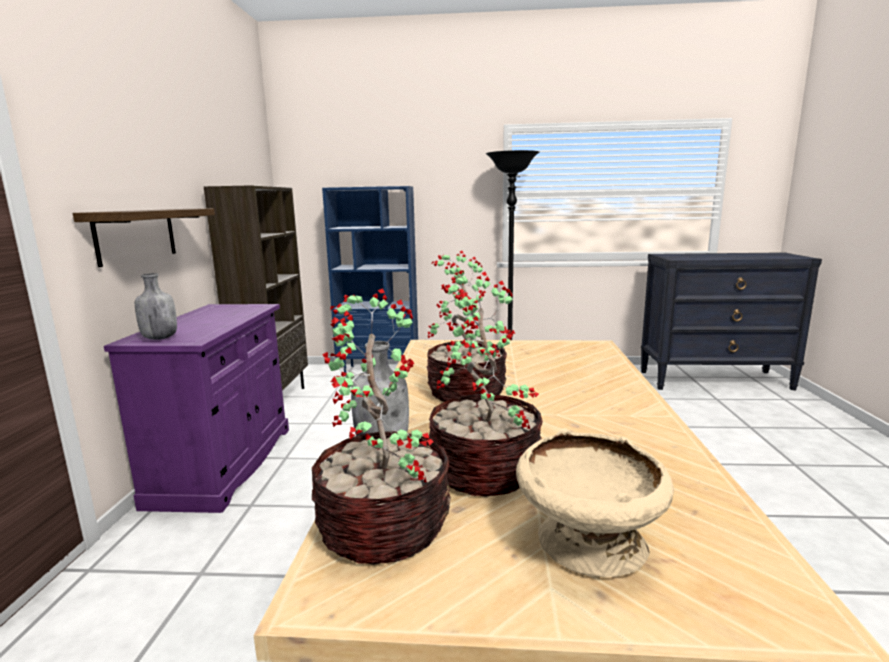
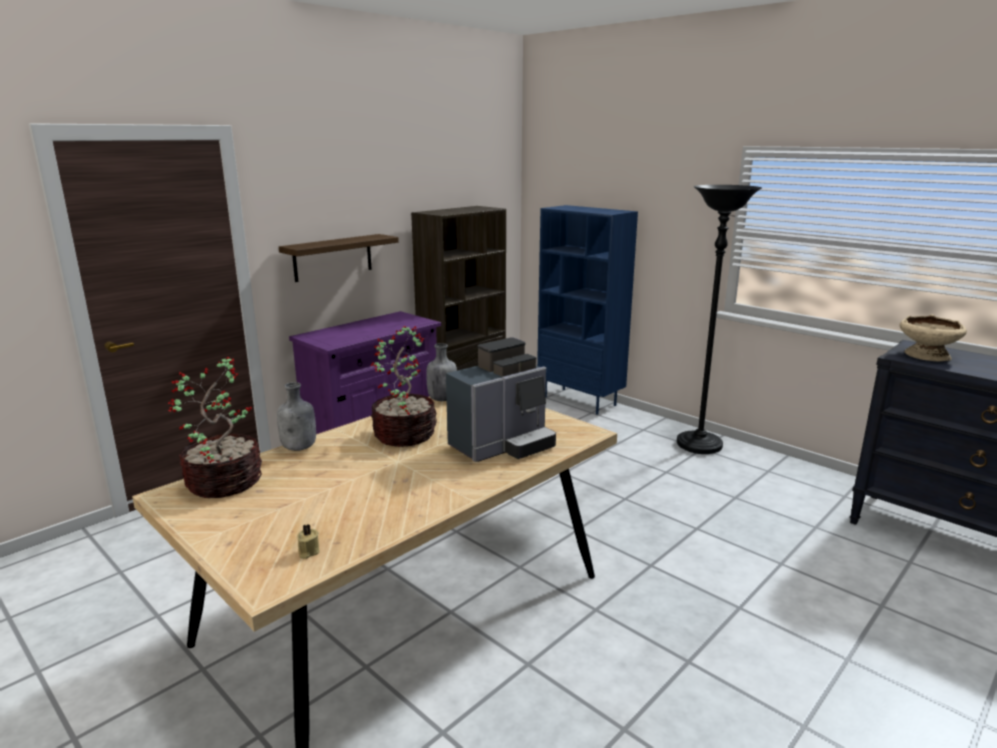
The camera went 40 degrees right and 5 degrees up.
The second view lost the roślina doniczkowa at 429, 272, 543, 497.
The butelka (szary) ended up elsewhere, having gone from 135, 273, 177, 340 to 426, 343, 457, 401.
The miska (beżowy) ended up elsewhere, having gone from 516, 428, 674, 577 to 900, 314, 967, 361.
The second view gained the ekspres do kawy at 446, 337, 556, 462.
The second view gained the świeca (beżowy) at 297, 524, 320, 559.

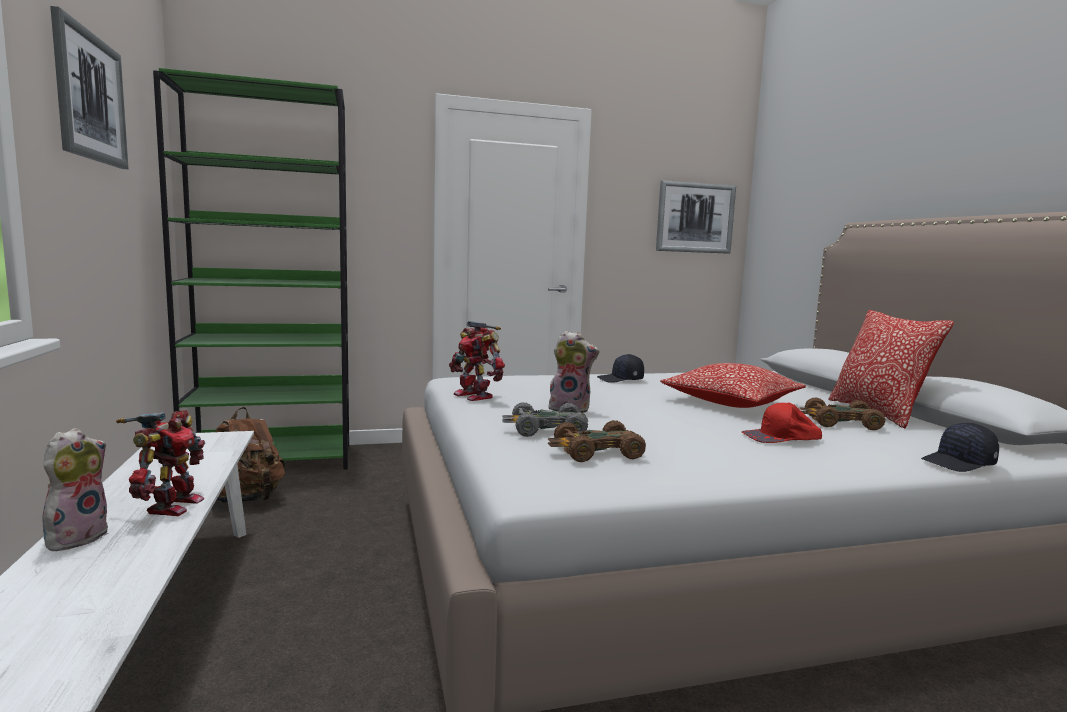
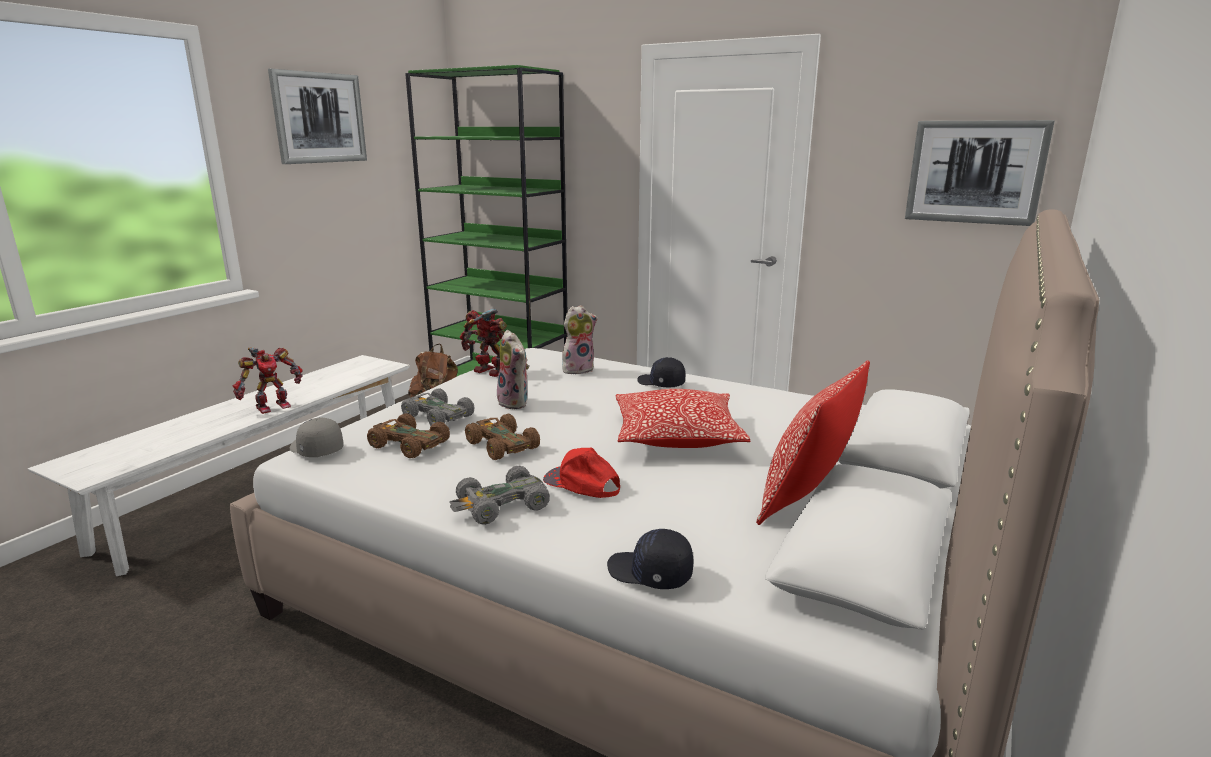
The camera went 45 degrees right and 10 degrees up.
The robot zabawkowy at 449, 321, 505, 401 ended up facing another way, 120 degrees clockwise from before.
The samochodzik (brązowy) ended up elsewhere, having gone from 799, 397, 885, 430 to 465, 414, 540, 460.
The pluszak ended up elsewhere, having gone from 42, 428, 108, 551 to 562, 305, 598, 374.
The second view gained the czapka z daszkiem (szary) at 290, 418, 343, 457.
The second view gained the samochodzik (szary) at 450, 465, 550, 525.

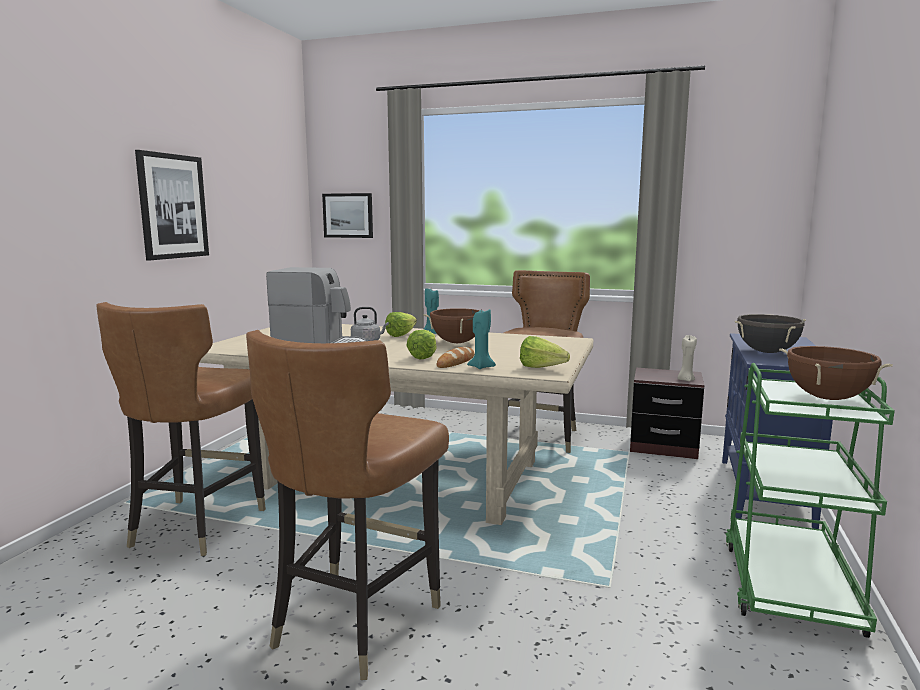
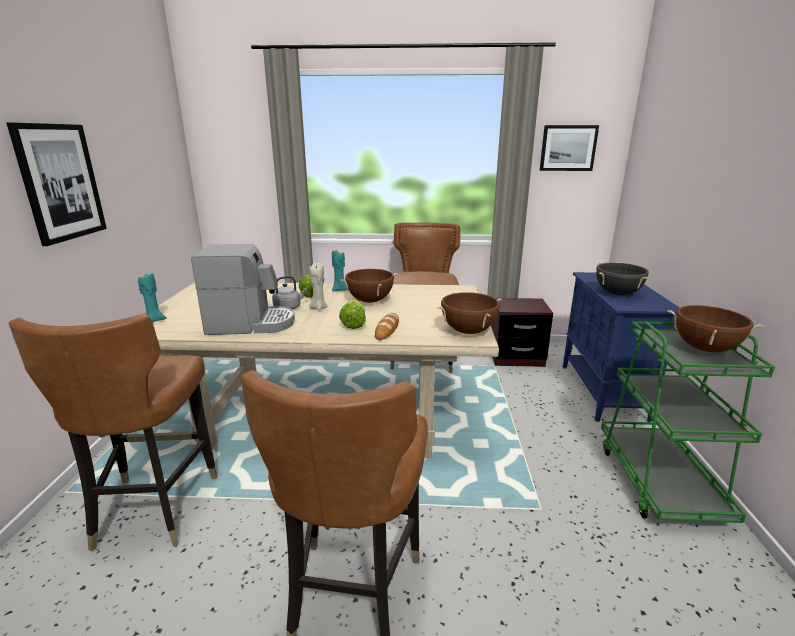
The camera went 15 degrees left and 10 degrees up.
The obraz ended up elsewhere, having gone from 322, 193, 373, 238 to 540, 125, 599, 171.
The świeca (turkusowy) ended up elsewhere, having gone from 467, 309, 496, 369 to 138, 272, 166, 323.
The świeca (beżowy) ended up elsewhere, having gone from 677, 335, 697, 381 to 309, 262, 327, 310.
Where the sałata stood at 520, 336, 570, 368, the garnek (brązowy) came to stand at 437, 292, 502, 334.

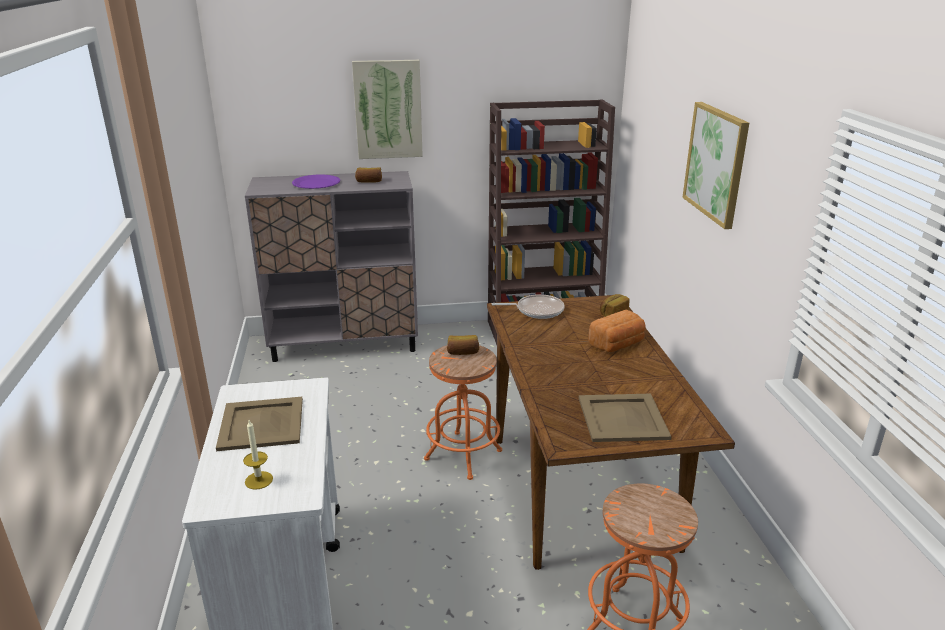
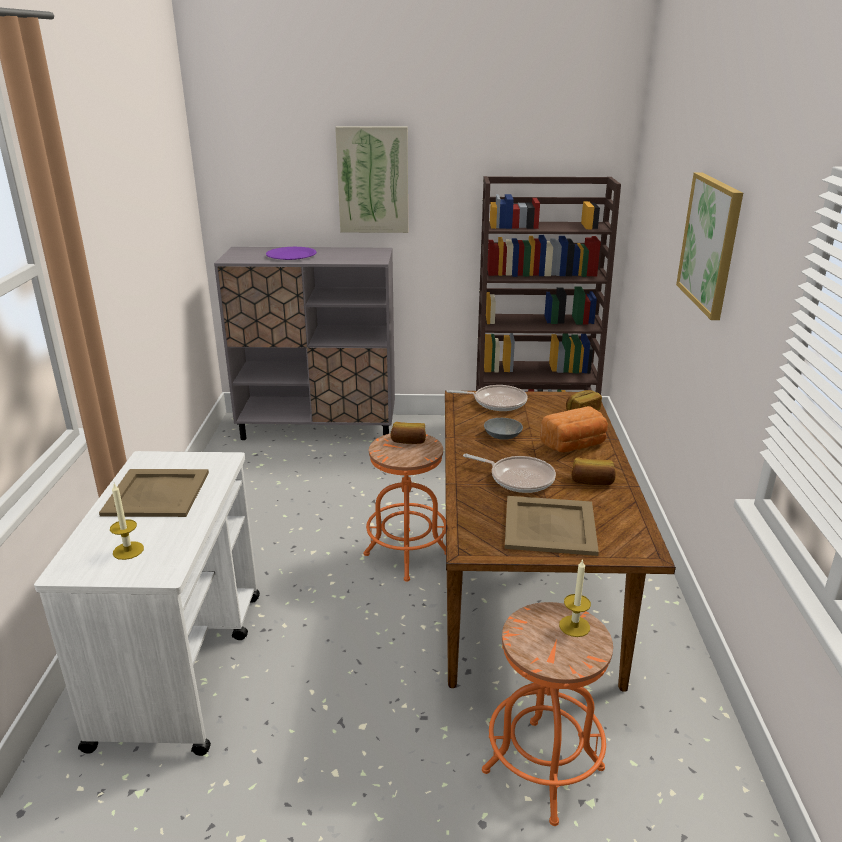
The camera went 10 degrees right and 0 degrees up.
The chleb ended up elsewhere, having gone from 355, 168, 382, 183 to 571, 457, 616, 485.
The second view gained the miska (szary) at 484, 418, 523, 440.
The second view gained the patelnia at 463, 454, 556, 493.
The second view gained the świeca at 559, 559, 591, 637.

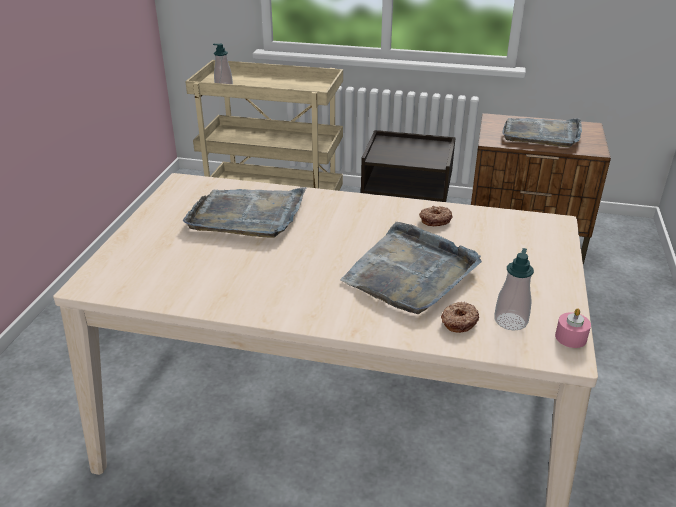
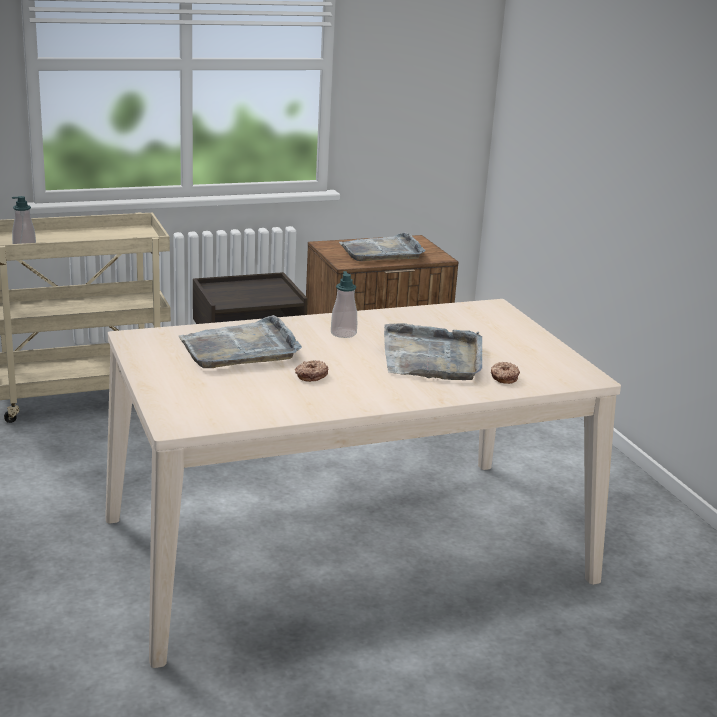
The camera went 35 degrees left and 10 degrees down.
The donut ended up elsewhere, having gone from 419, 206, 452, 226 to 295, 360, 329, 382.
The dozownik mydła ended up elsewhere, having gone from 494, 248, 534, 331 to 331, 271, 357, 338.
The second view lost the świeca (różowy) at 555, 308, 591, 348.

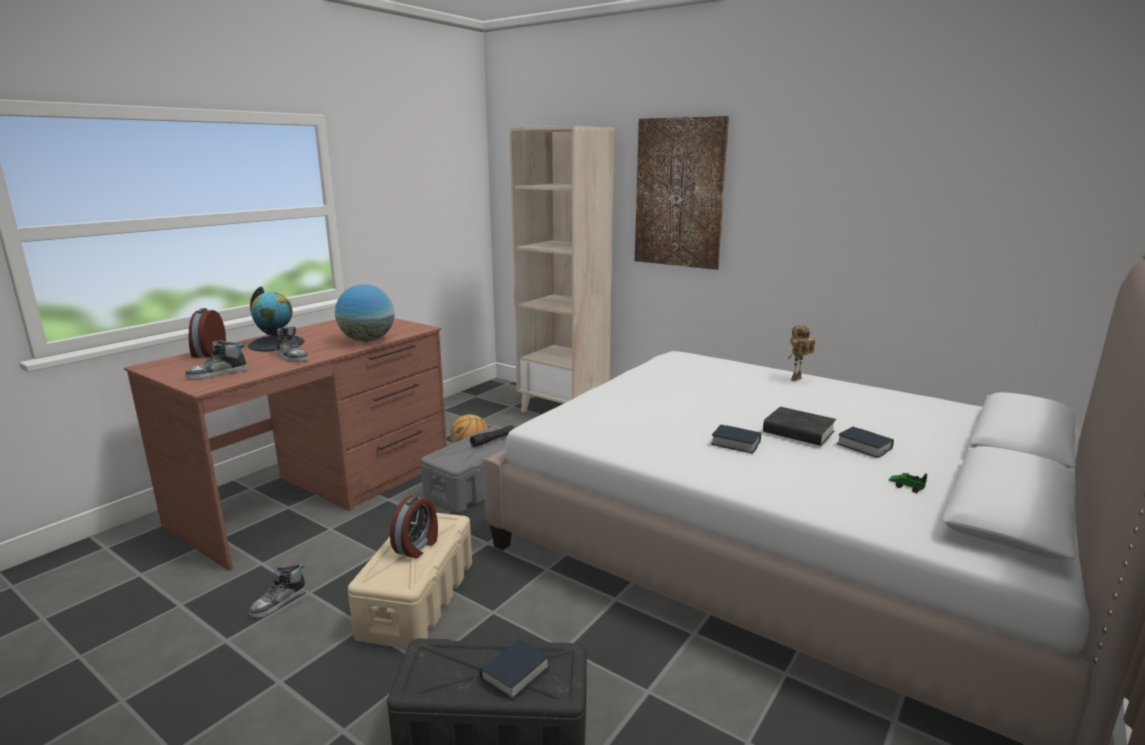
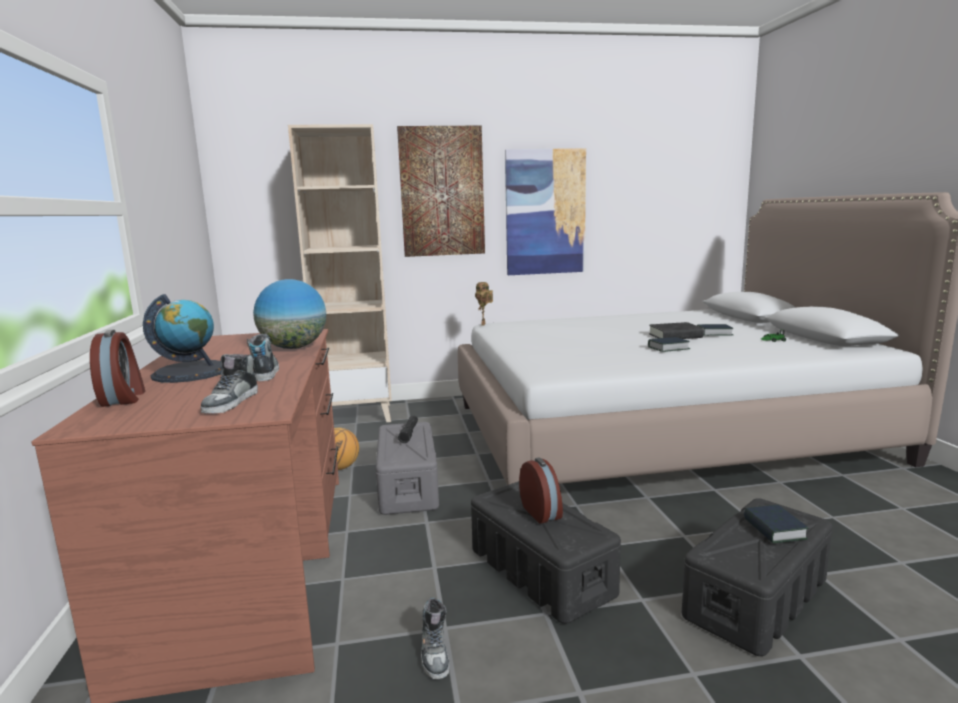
The camera went 45 degrees left and 5 degrees down.
The budzik at 189, 308, 226, 358 ended up facing another way, 150 degrees counterclockwise from before.
The robot zabawkowy ended up elsewhere, having gone from 788, 325, 816, 381 to 475, 282, 493, 325.
The but at 277, 327, 308, 362 ended up facing another way, 105 degrees counterclockwise from before.
What was the pojemnik do przechowywania (beżowy) at 348, 513, 472, 649 turned into the pojemnik do przechowywania (czarny) at 471, 481, 621, 624.
The second view gained the obraz at 505, 148, 586, 275.

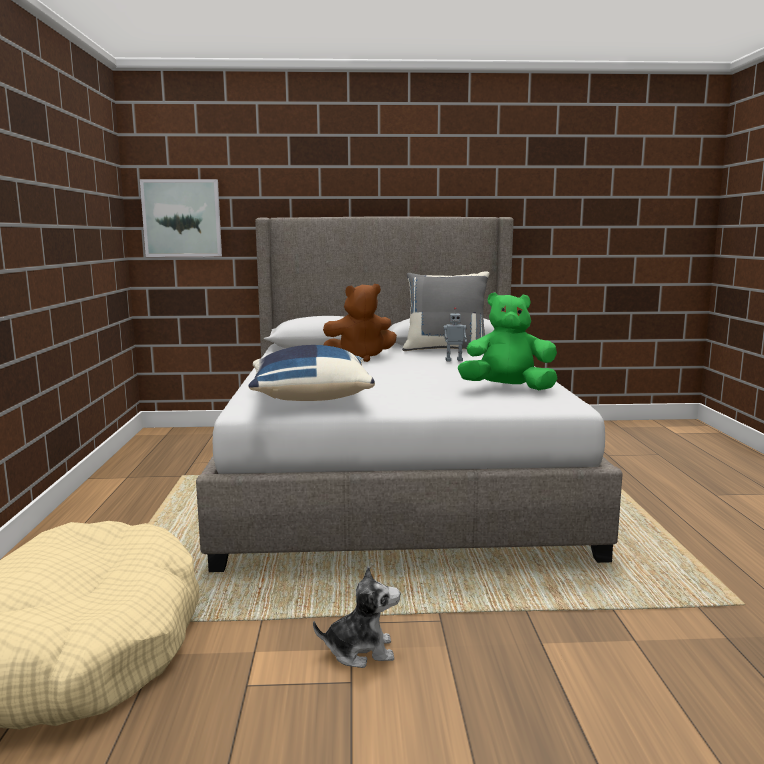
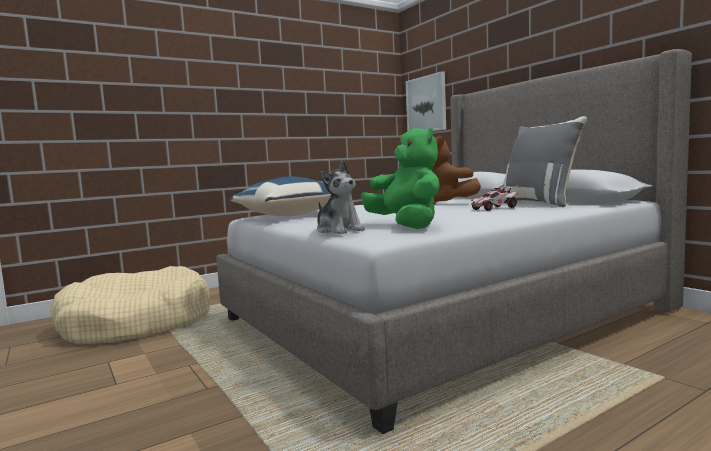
The camera went 60 degrees right and 5 degrees down.
Where the robot zabawkowy stood at 443, 308, 467, 361, the samochodzik came to stand at 471, 185, 518, 211.
The pluszak ended up elsewhere, having gone from 313, 566, 400, 668 to 317, 161, 365, 234.

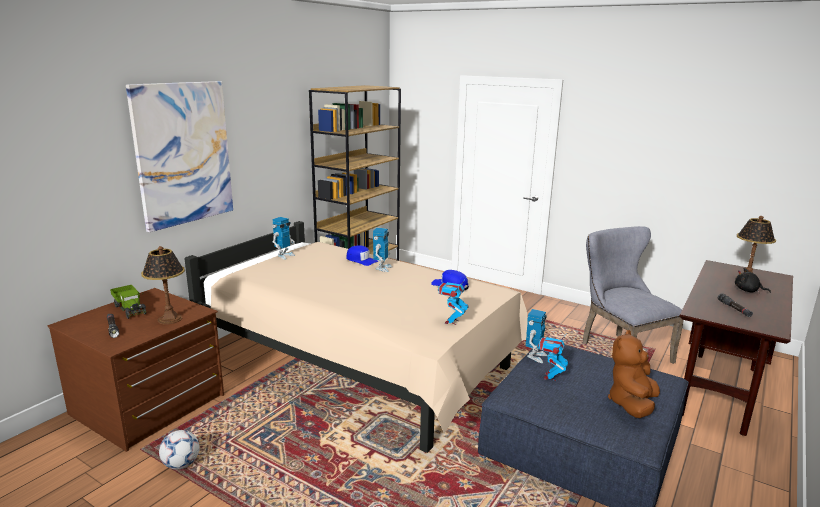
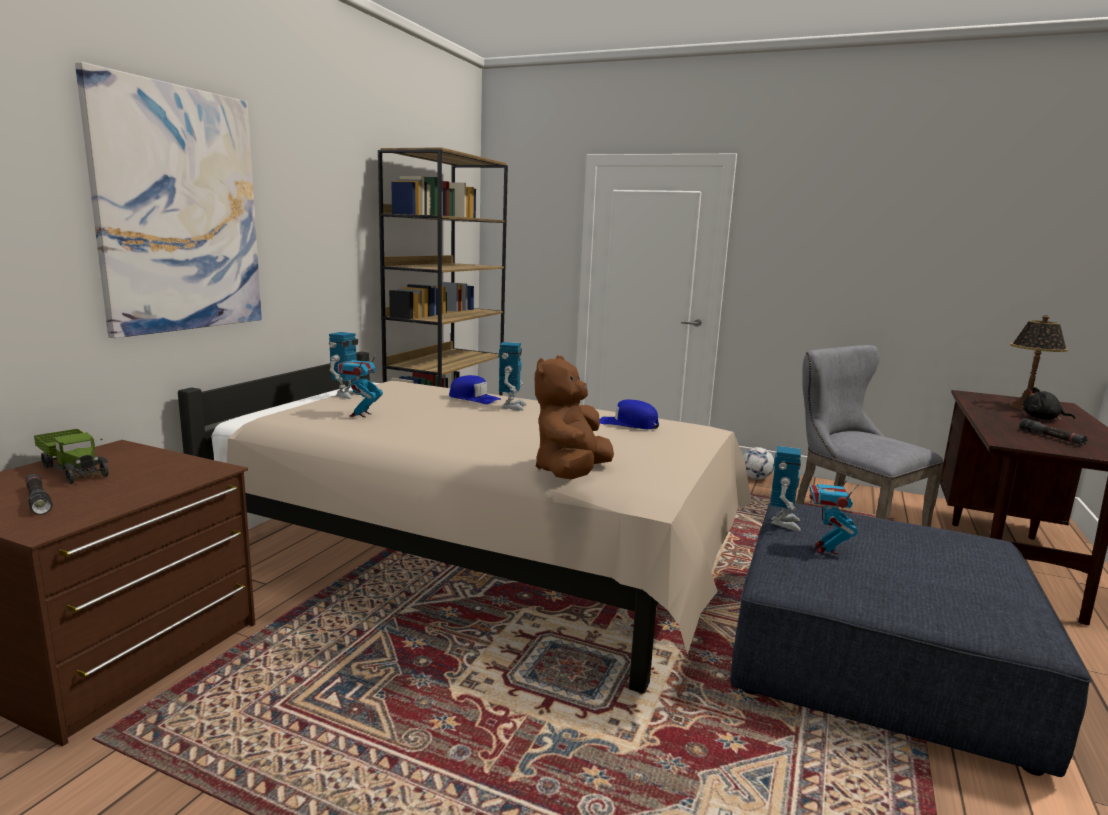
The camera went 10 degrees left and 5 degrees down.
The second view lost the lampa stołowa at 141, 246, 185, 325.
The robot zabawkowy ended up elsewhere, having gone from 438, 278, 468, 325 to 337, 351, 383, 417.
The pluszak (brązowy) ended up elsewhere, having gone from 608, 330, 660, 418 to 535, 355, 614, 480.
The piłka futbolowa ended up elsewhere, having gone from 159, 430, 199, 470 to 743, 447, 775, 480.

